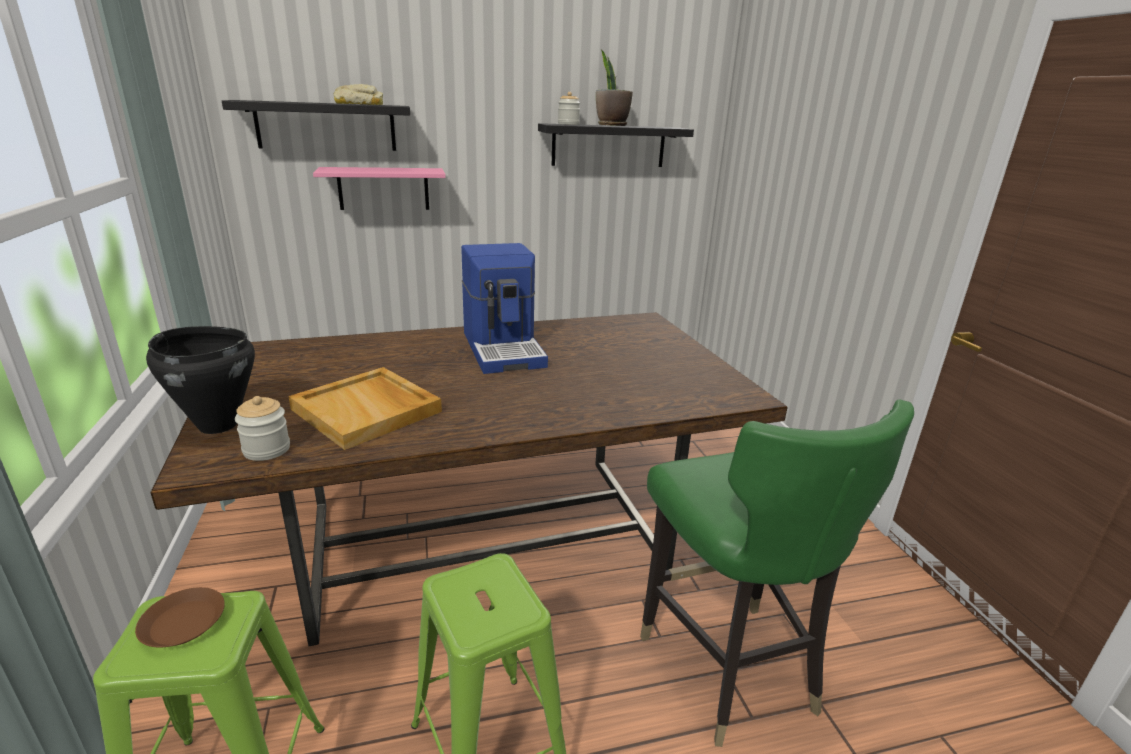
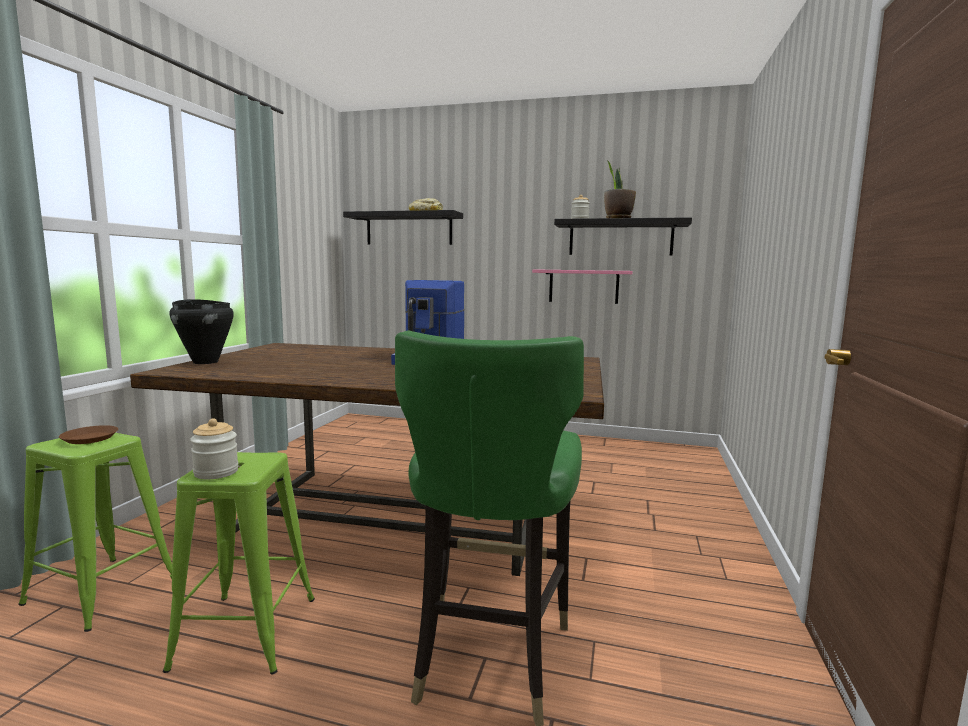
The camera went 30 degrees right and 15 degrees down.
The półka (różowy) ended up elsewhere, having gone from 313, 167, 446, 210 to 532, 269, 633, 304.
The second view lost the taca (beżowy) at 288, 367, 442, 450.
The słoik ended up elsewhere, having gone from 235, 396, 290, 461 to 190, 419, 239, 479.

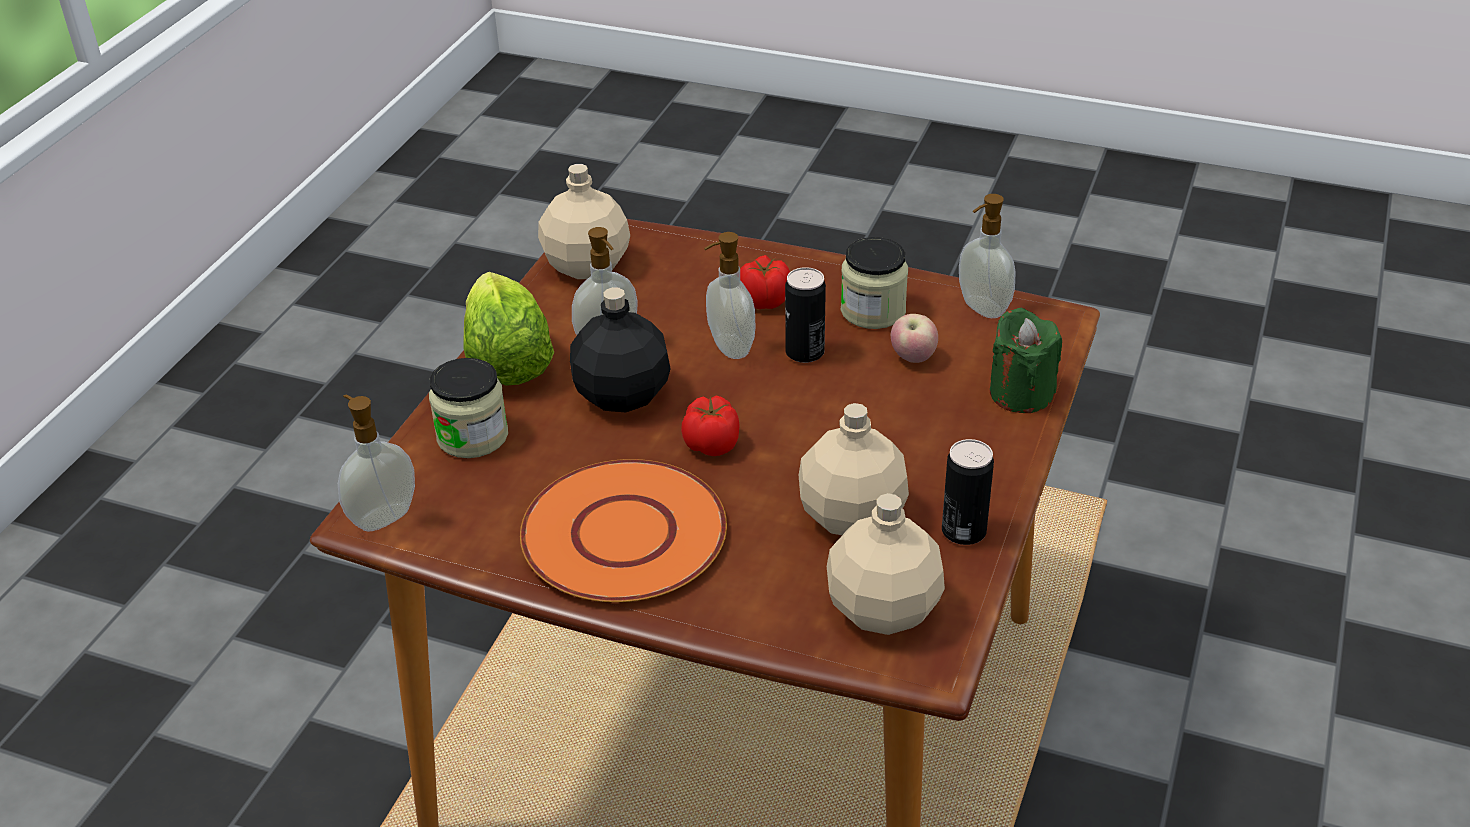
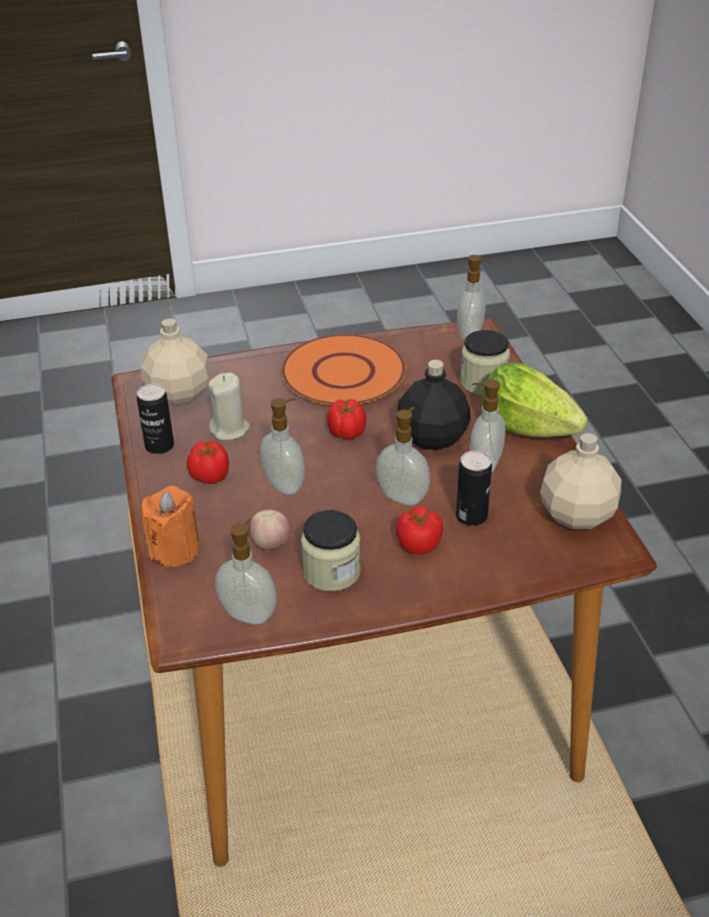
The camera went 145 degrees right and 0 degrees up.
The puszka ended up elsewhere, having gone from 785, 267, 826, 363 to 456, 451, 492, 526.
What was the świeca (zielony) at 990, 308, 1062, 413 turned into the świeca (pomarańczowy) at 141, 486, 200, 567.
Where the butelka (beżowy) stood at 799, 403, 909, 535, the świeca (beżowy) came to stand at 208, 373, 250, 440.
The second view gained the dozownik mydła at 260, 398, 305, 495.
The second view gained the pomidor at 187, 440, 229, 484.

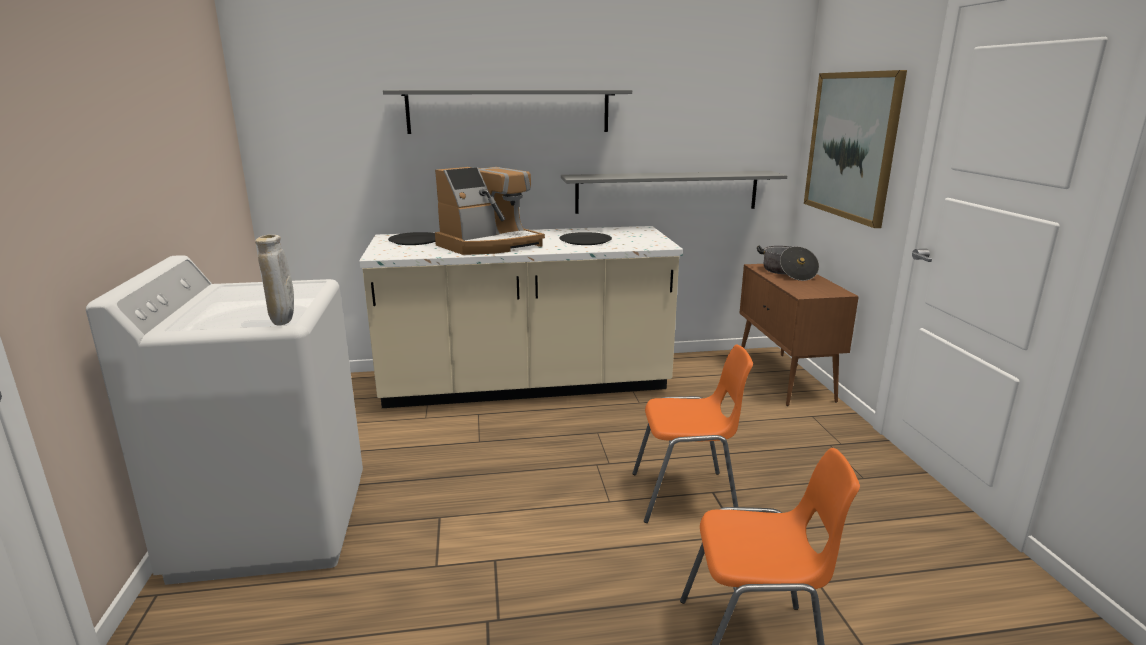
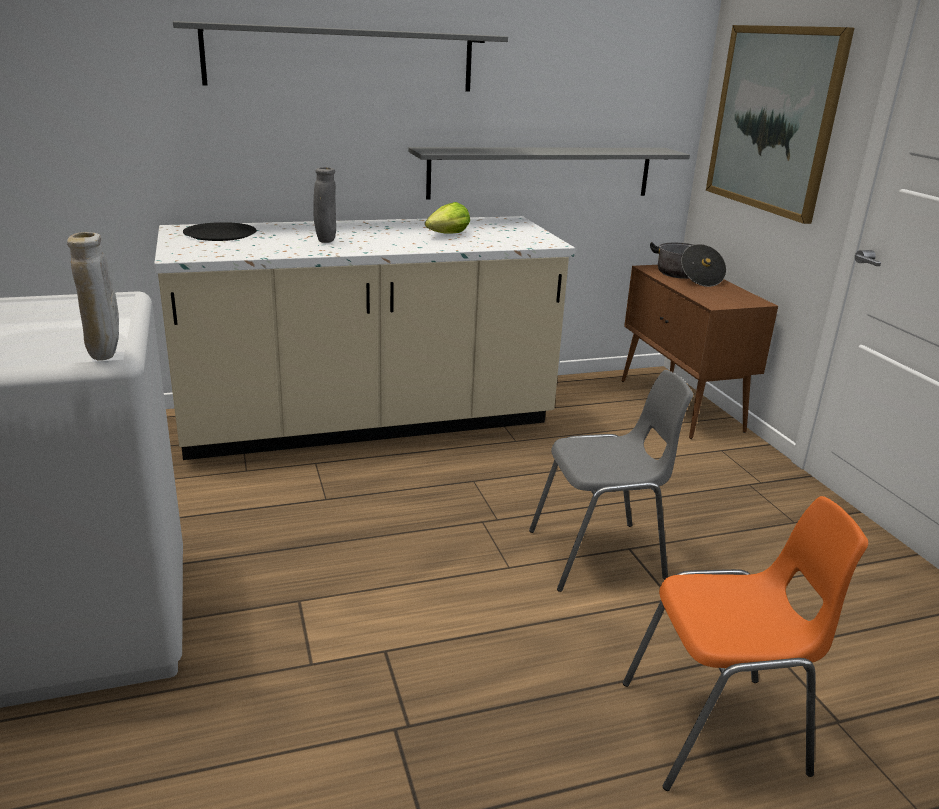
The camera went 10 degrees left and 5 degrees up.
Where the ekspres do kawy stood at 435, 167, 545, 255, the wazon (szary) came to stand at 313, 167, 336, 243.
Where the talerz (czarny) stood at 559, 232, 612, 245, the sałata came to stand at 425, 202, 470, 234.
What was the krzesło (pomarańczowy) at 632, 344, 753, 523 turned into the krzesło (szary) at 529, 370, 693, 592.

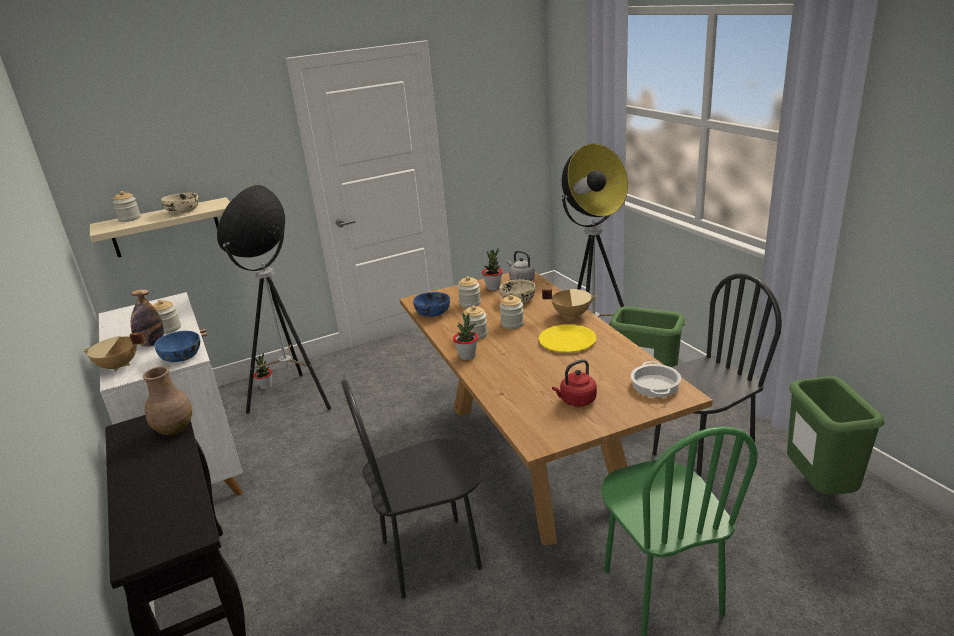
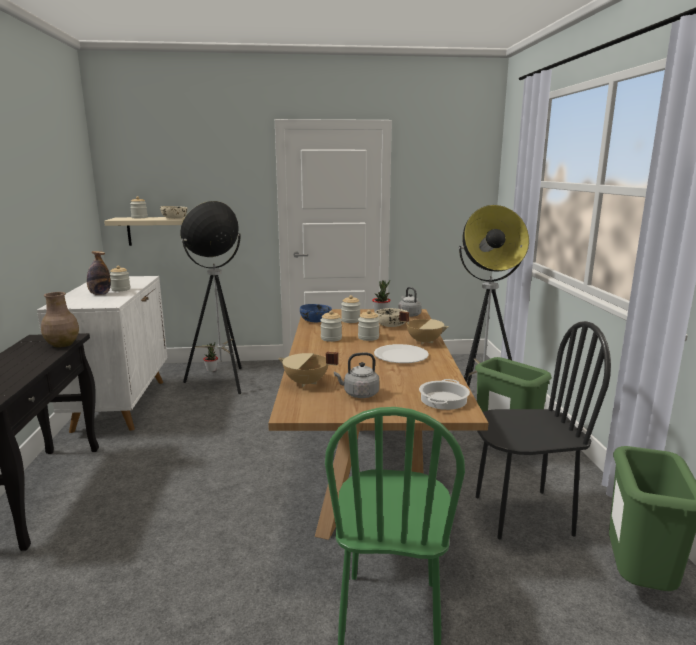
The camera went 20 degrees right and 10 degrees down.
The second view lost the roślina doniczkowa at 453, 313, 478, 360.
What was the talerz (żółty) at 539, 324, 596, 352 turned into the talerz (biały) at 374, 344, 429, 363.
The second view lost the miska (niebieski) at 154, 331, 200, 362.
The garnek (beżowy) ended up elsewhere, having gone from 82, 332, 146, 372 to 278, 352, 338, 387.
What was the czajnik (czerwony) at 552, 359, 597, 407 turned into the czajnik (szary) at 334, 352, 379, 398.
The second view lost the krzesło (czarny) at 341, 379, 483, 599.

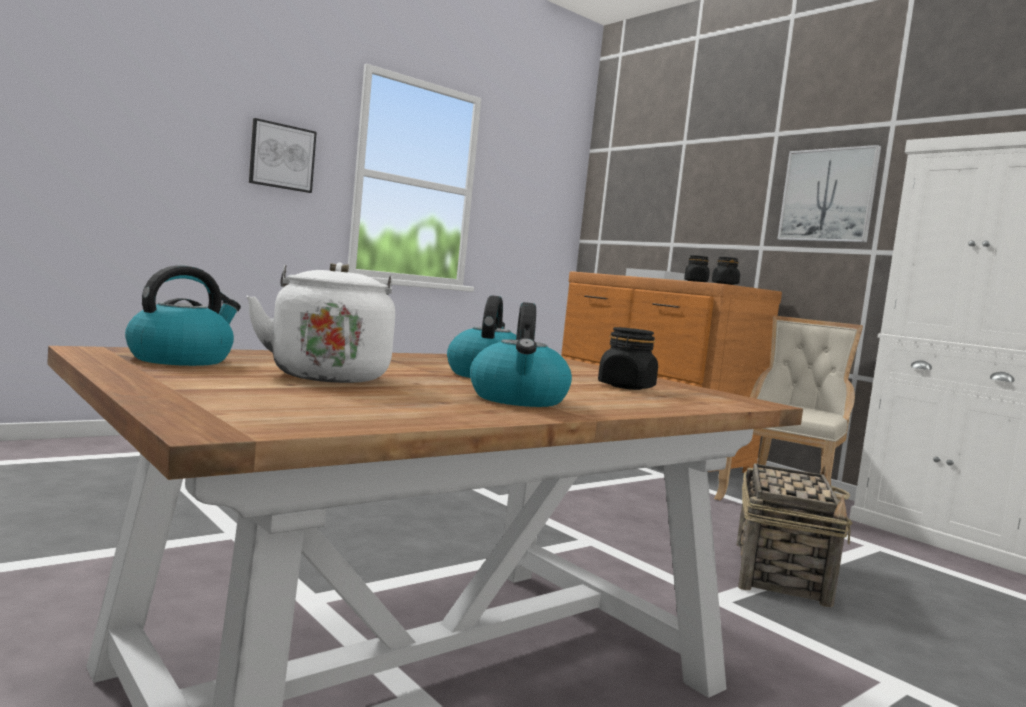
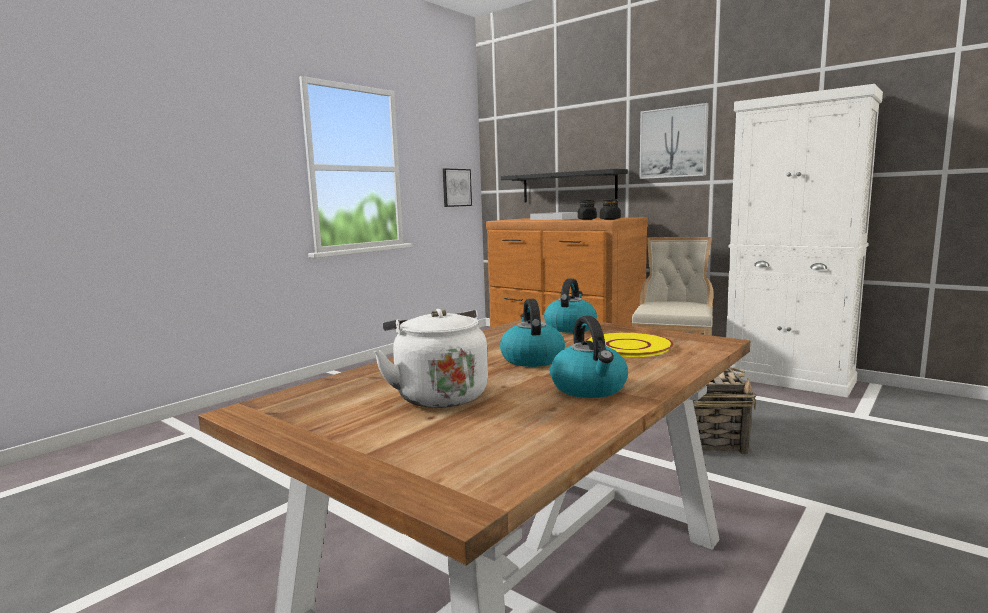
The camera went 10 degrees left and 5 degrees up.
The obraz ended up elsewhere, having gone from 249, 118, 317, 193 to 443, 168, 472, 207.
The czajnik ended up elsewhere, having gone from 125, 265, 241, 366 to 544, 278, 597, 333.
Where the słoik (czarny) stood at 598, 327, 658, 390, the talerz (żółty) came to stand at 585, 332, 674, 357.
The second view gained the półka (czarny) at 501, 169, 628, 202.

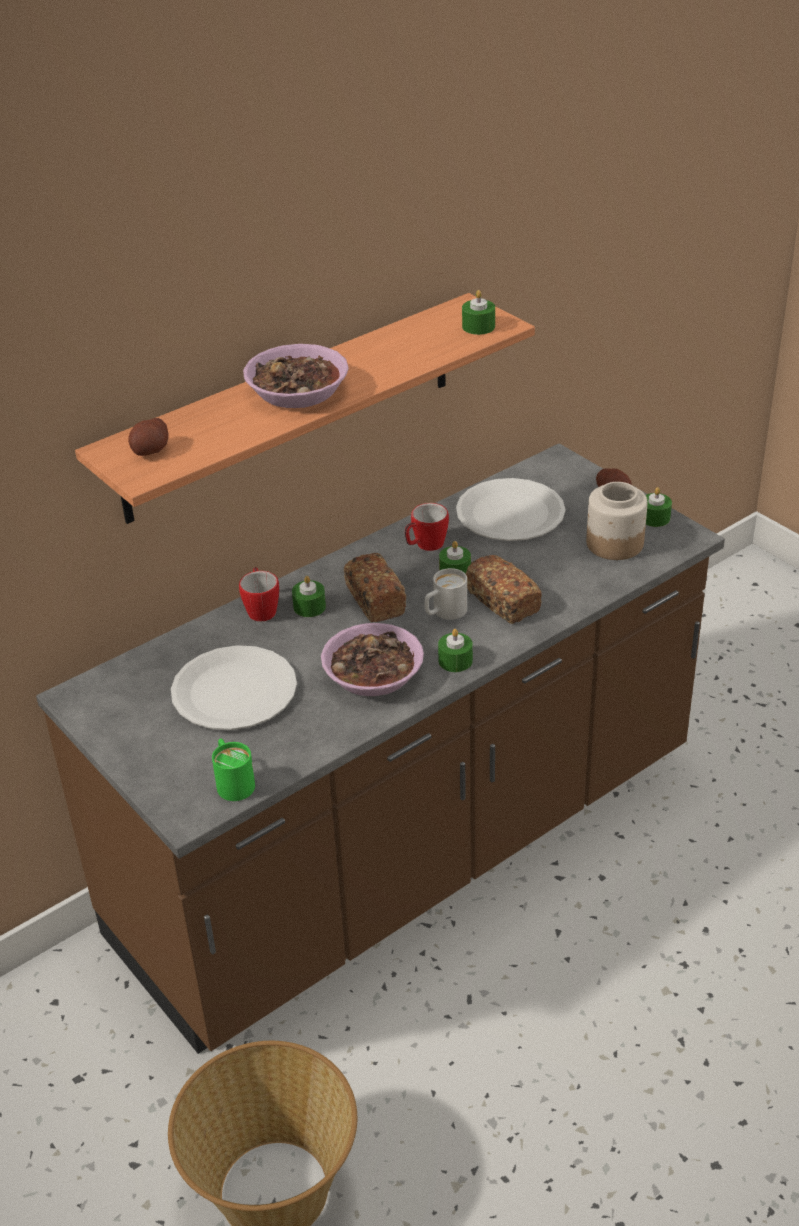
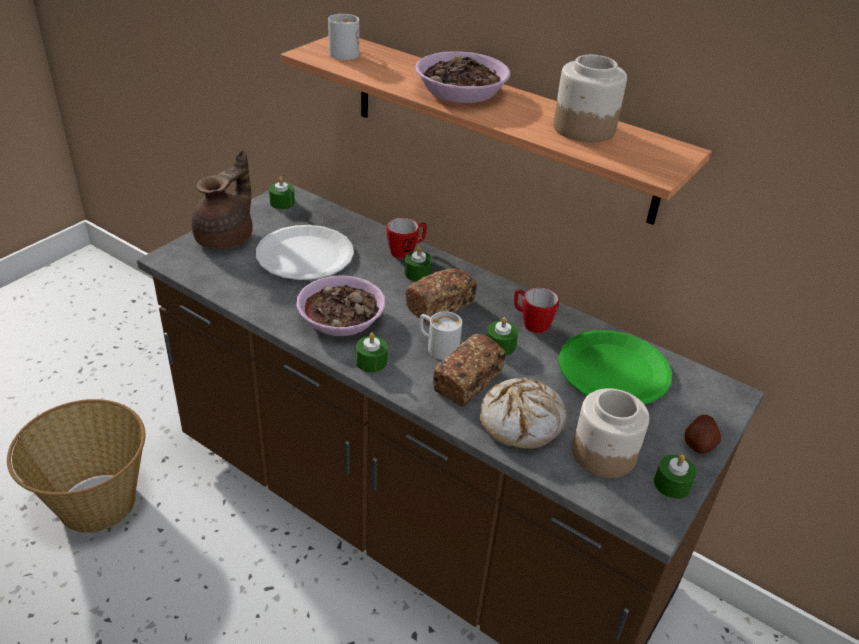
The camera went 70 degrees right and 0 degrees up.
The świeca (zielony) ended up elsewhere, having gone from 462, 290, 495, 335 to 269, 176, 295, 209.
Where the ziemniak stood at 128, 418, 168, 456, the kubek (biały) came to stand at 328, 14, 359, 60.
What was the talerz (biały) at 456, 478, 565, 541 turned into the talerz (zielony) at 558, 330, 672, 404.
The second view lost the kubek (zielony) at 212, 739, 255, 801.
The second view gained the słoik at 553, 55, 627, 142.
The second view gained the imbryk (brązowy) at 192, 150, 253, 249.
The second view gained the chleb at 480, 378, 567, 449.

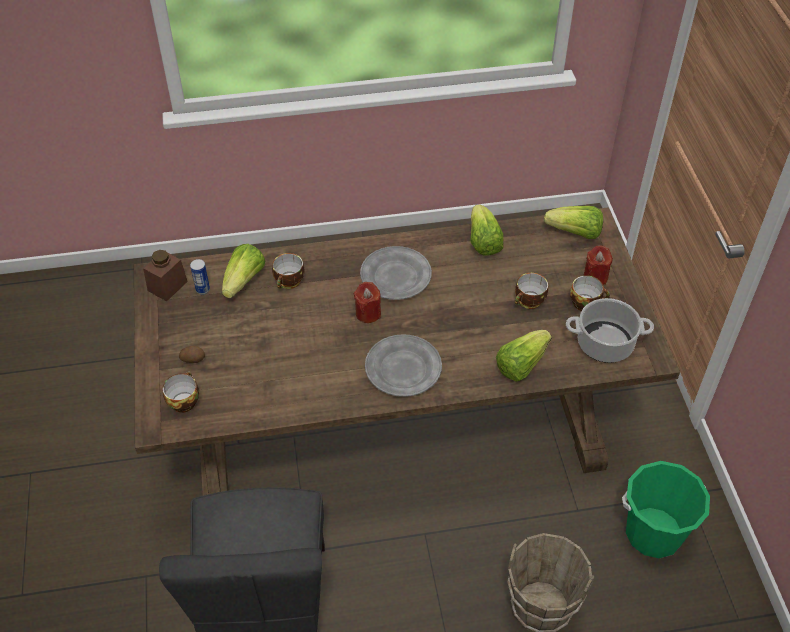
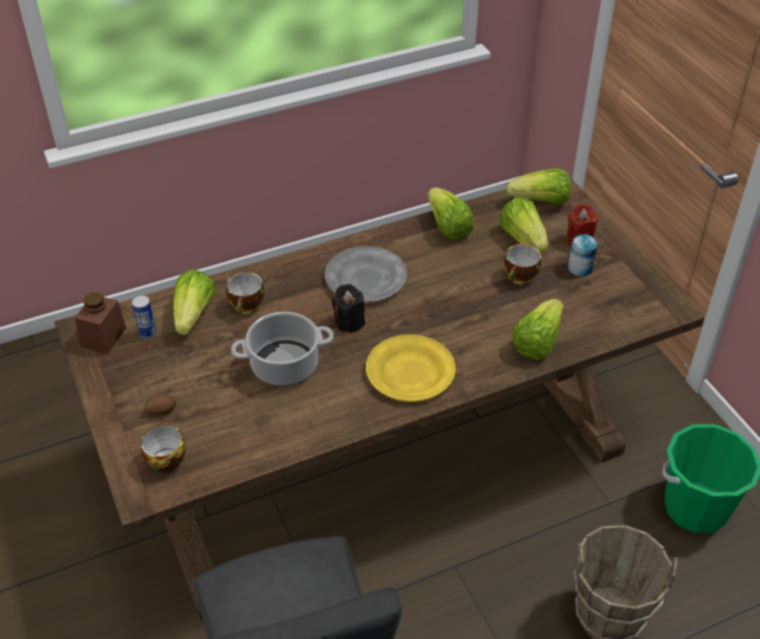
The camera went 15 degrees left and 5 degrees down.
Where the filiżanka stood at 570, 275, 610, 311, the puszka came to stand at 568, 234, 598, 276.
What was the świeca (czerwony) at 354, 282, 381, 323 turned into the świeca (czarny) at 332, 284, 365, 333.
The garnek ended up elsewhere, having gone from 566, 298, 654, 363 to 231, 312, 334, 387.
What was the talerz (szary) at 365, 334, 442, 397 turned into the talerz (żółty) at 366, 335, 456, 402.
The second view gained the sałata at 499, 197, 548, 254.

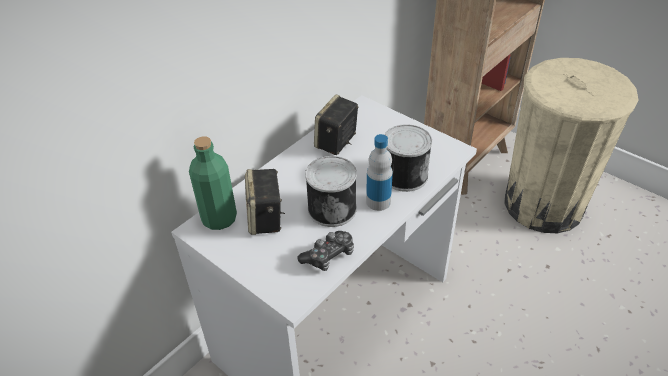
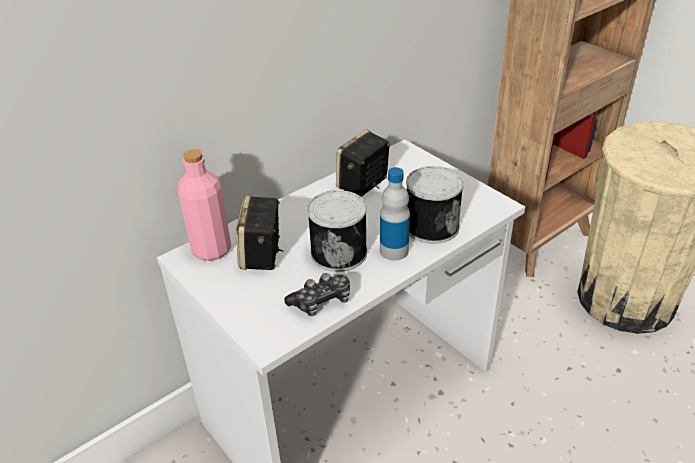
The camera went 10 degrees right and 5 degrees down.
What was the butelka (zielony) at 189, 136, 237, 230 turned into the butelka (różowy) at 177, 149, 231, 261.

